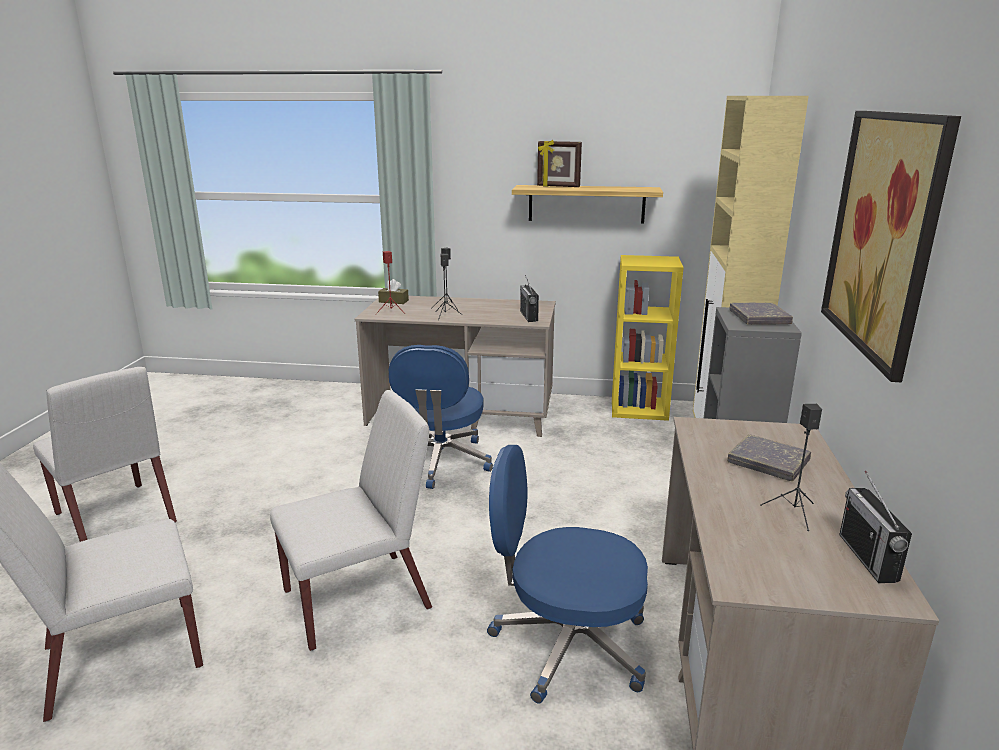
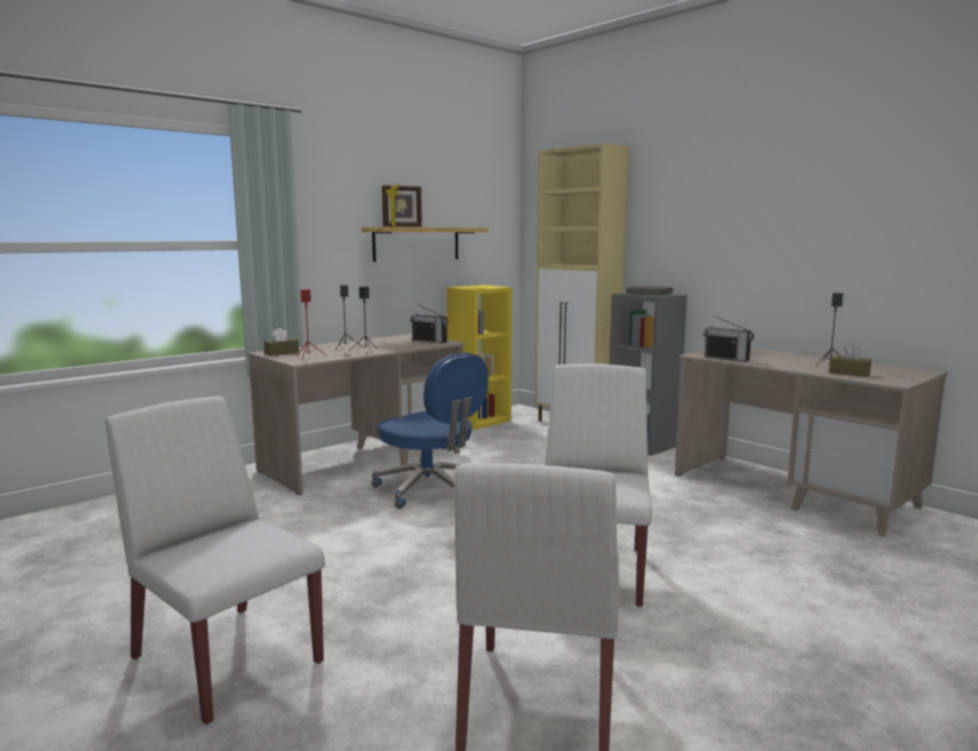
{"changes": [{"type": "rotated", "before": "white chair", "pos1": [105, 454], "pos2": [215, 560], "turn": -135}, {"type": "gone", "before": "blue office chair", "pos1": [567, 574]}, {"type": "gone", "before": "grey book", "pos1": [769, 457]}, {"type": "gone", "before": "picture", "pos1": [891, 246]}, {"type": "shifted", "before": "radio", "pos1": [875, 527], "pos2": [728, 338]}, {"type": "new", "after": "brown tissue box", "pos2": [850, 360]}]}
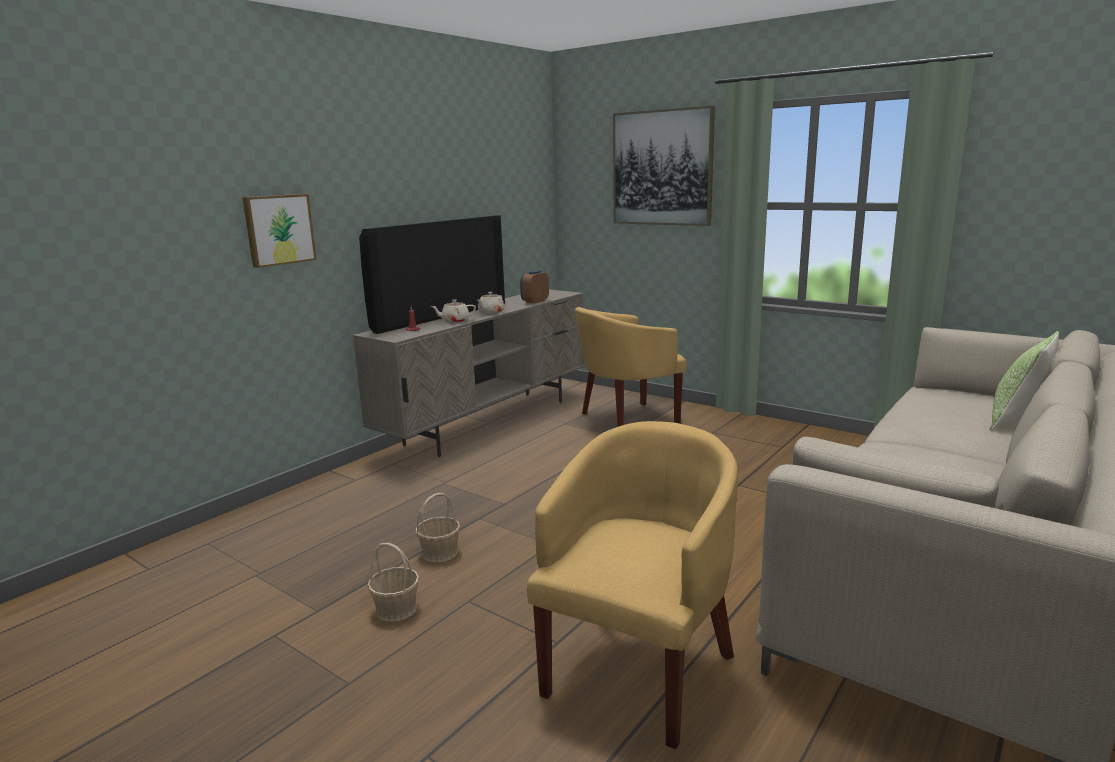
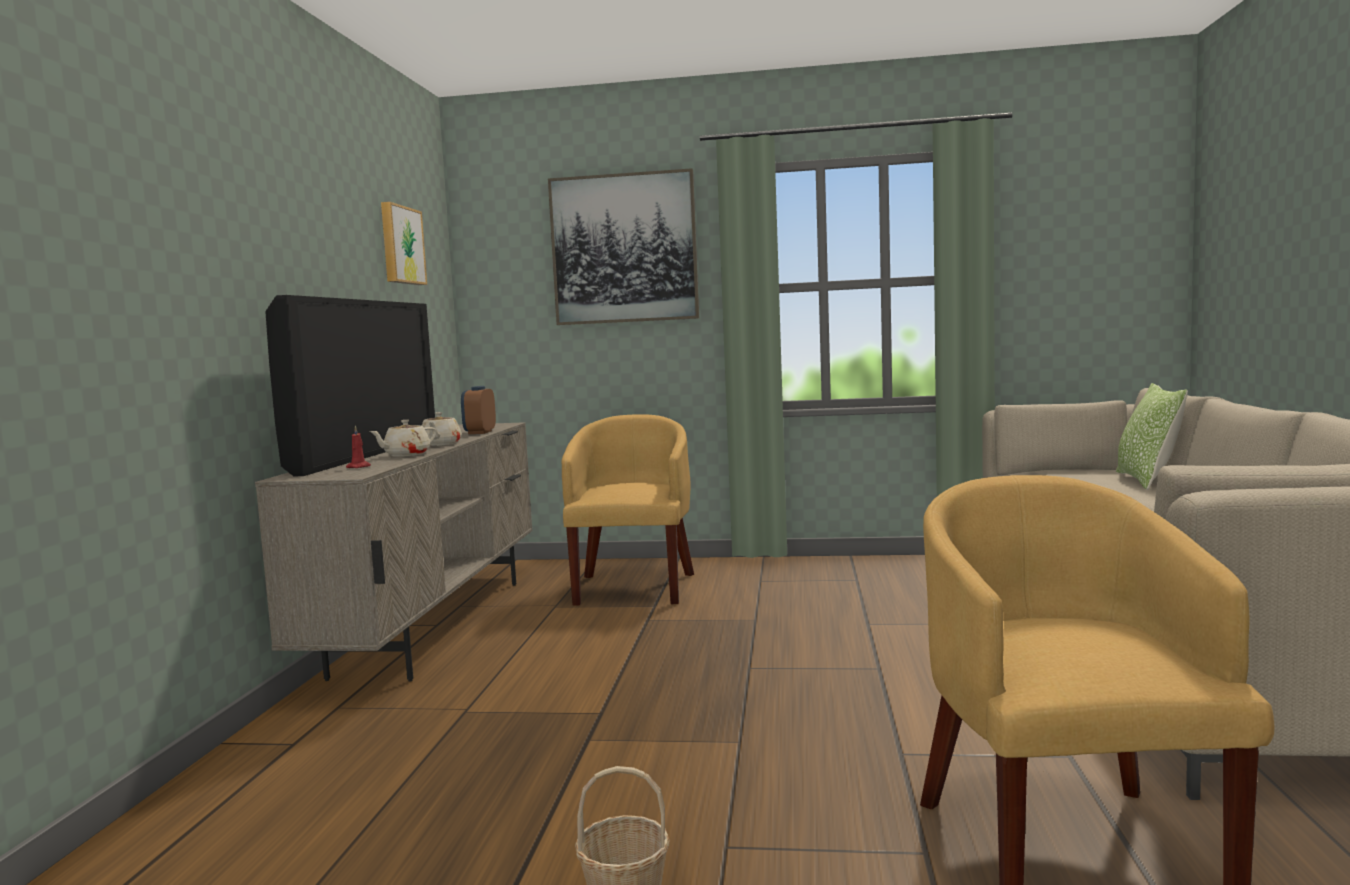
{"changes": [{"type": "shifted", "before": "picture", "pos1": [279, 231], "pos2": [404, 243]}, {"type": "gone", "before": "basket", "pos1": [438, 527]}, {"type": "rotated", "before": "yellow armchair", "pos1": [631, 367], "pos2": [628, 510], "turn": 150}]}
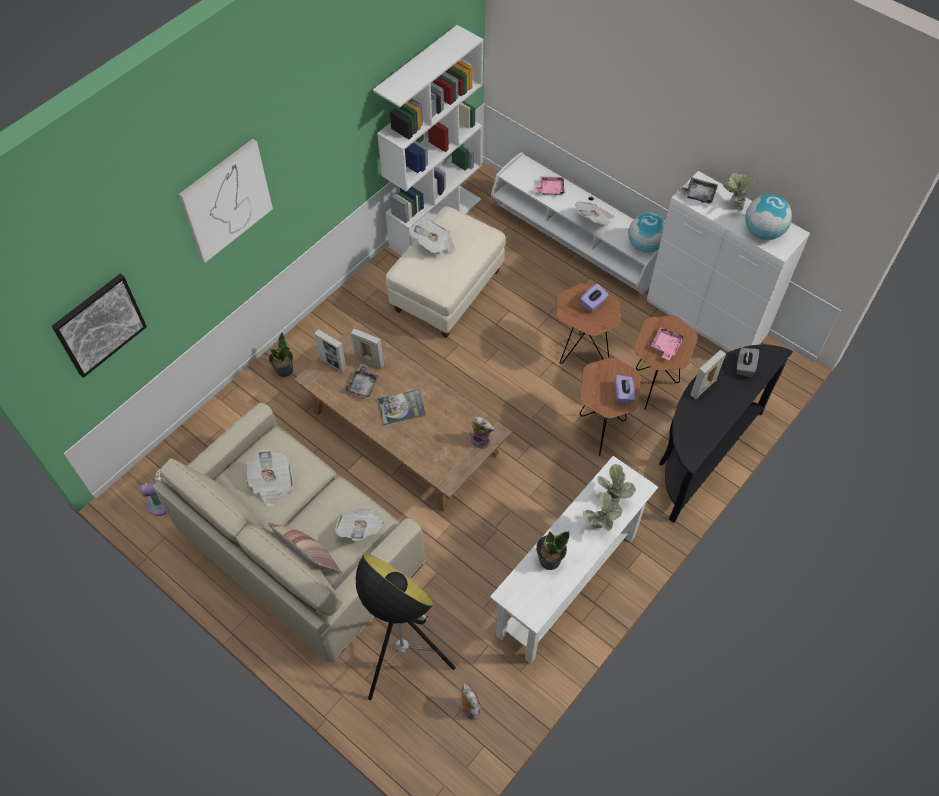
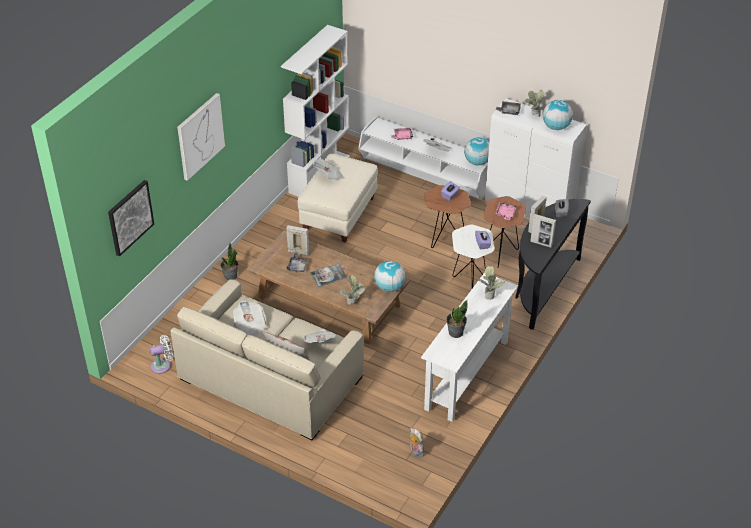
{"changes": [{"type": "shifted", "before": "picture frame", "pos1": [330, 351], "pos2": [543, 231]}, {"type": "gone", "before": "floor lamp", "pos1": [406, 627]}, {"type": "swapped", "before": "plush toy", "after": "globe", "pos1": [481, 432], "pos2": [389, 276]}, {"type": "repainted", "before": "brown side table", "after": "white side table", "pos1": [610, 407], "pos2": [473, 256]}, {"type": "shifted", "before": "potted plant", "pos1": [602, 512], "pos2": [352, 290]}]}
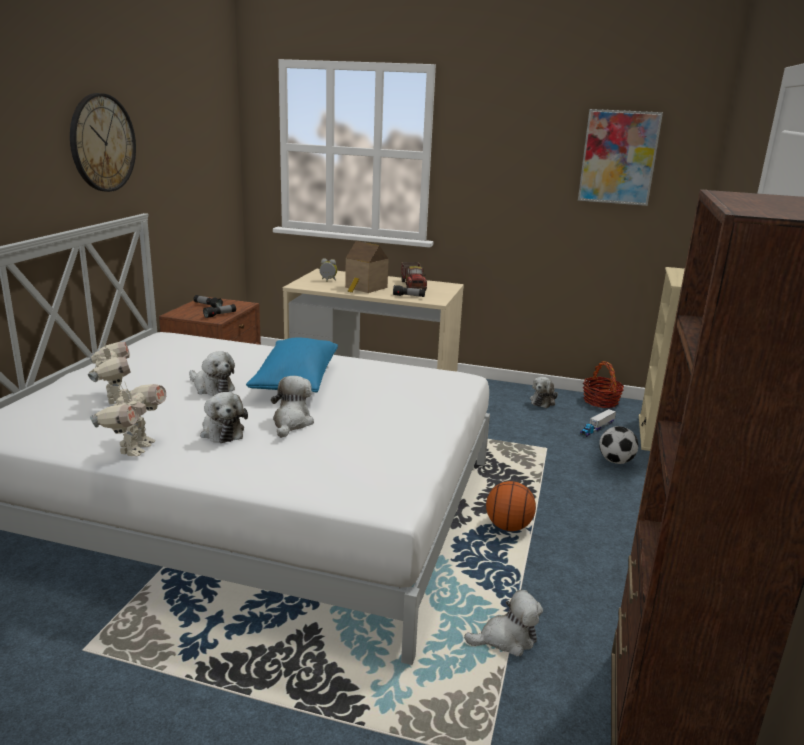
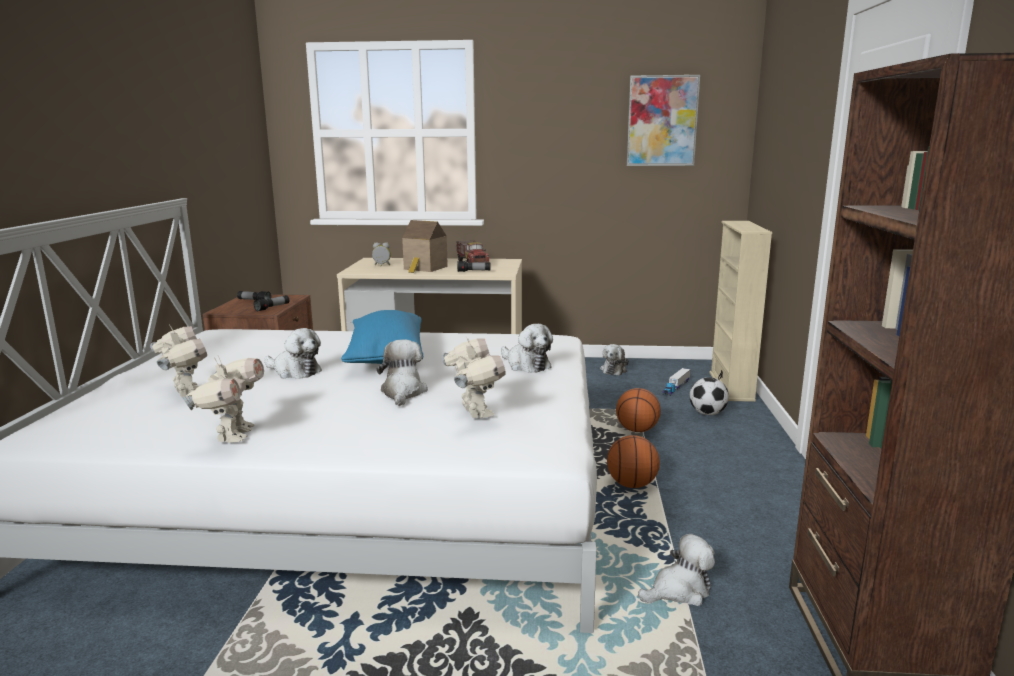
{"changes": [{"type": "gone", "before": "wall clock", "pos1": [103, 142]}, {"type": "shifted", "before": "plush toy", "pos1": [224, 417], "pos2": [527, 348]}, {"type": "gone", "before": "basket", "pos1": [603, 384]}, {"type": "new", "after": "toy robot", "pos2": [474, 377]}, {"type": "new", "after": "basketball", "pos2": [638, 410]}]}
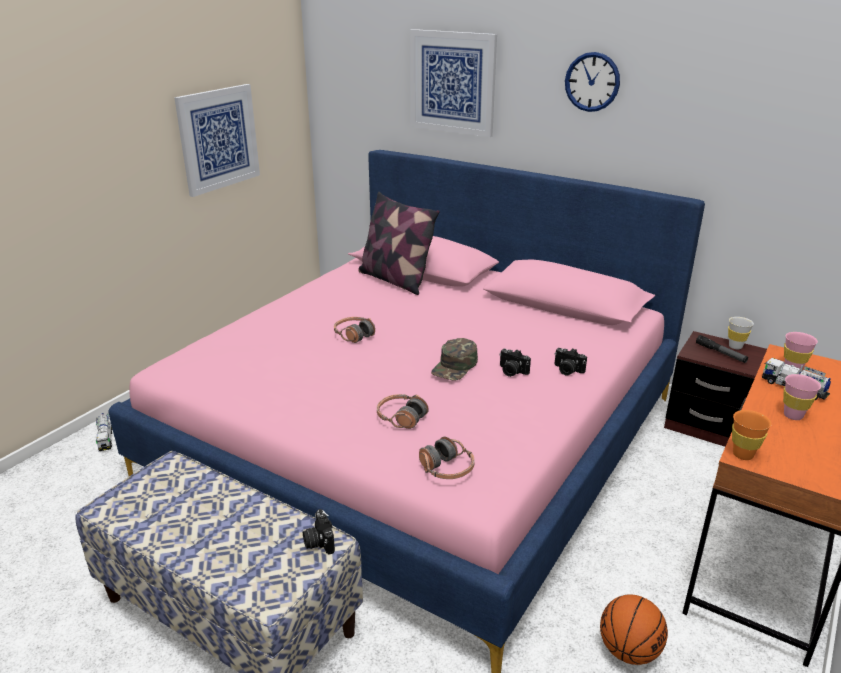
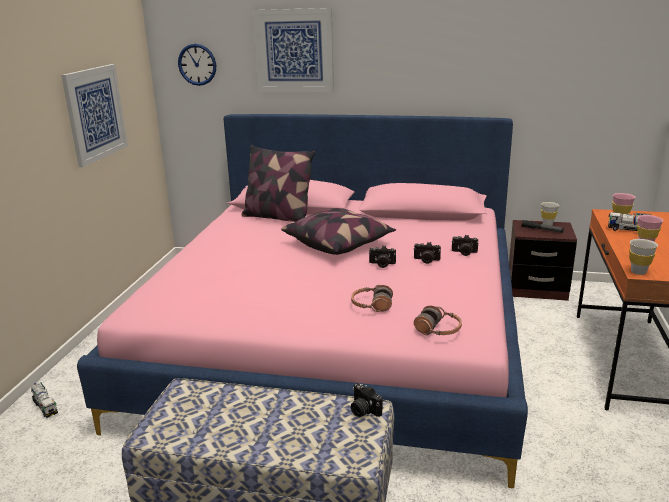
{"changes": [{"type": "gone", "before": "headphones", "pos1": [354, 330]}, {"type": "swapped", "before": "green cap", "after": "photo camera", "pos1": [454, 359], "pos2": [382, 257]}, {"type": "shifted", "before": "wall clock", "pos1": [592, 82], "pos2": [197, 65]}, {"type": "gone", "before": "basketball", "pos1": [634, 630]}, {"type": "repainted", "before": "orange cup", "after": "white cup", "pos1": [752, 435], "pos2": [643, 257]}, {"type": "new", "after": "pillow", "pos2": [338, 231]}]}
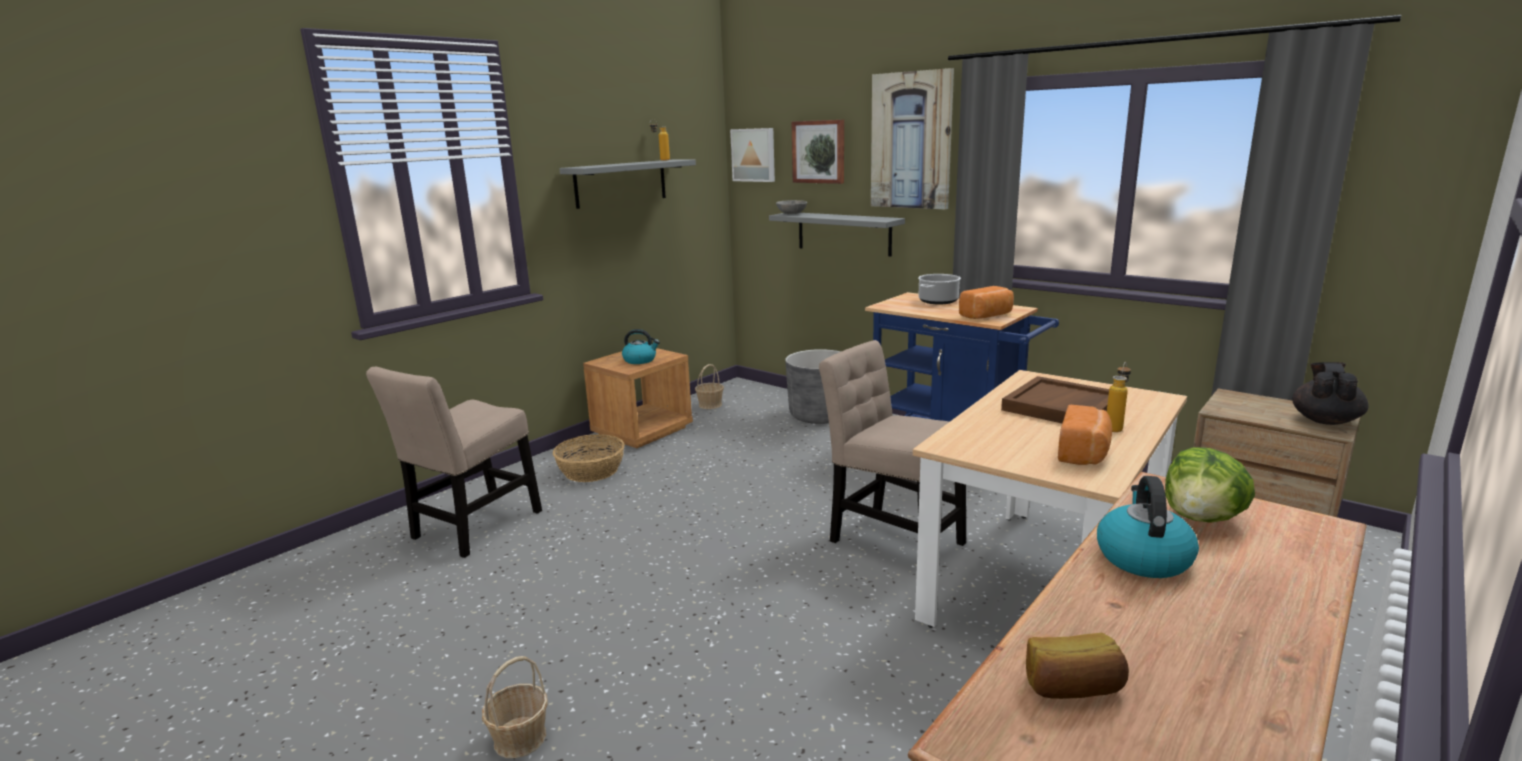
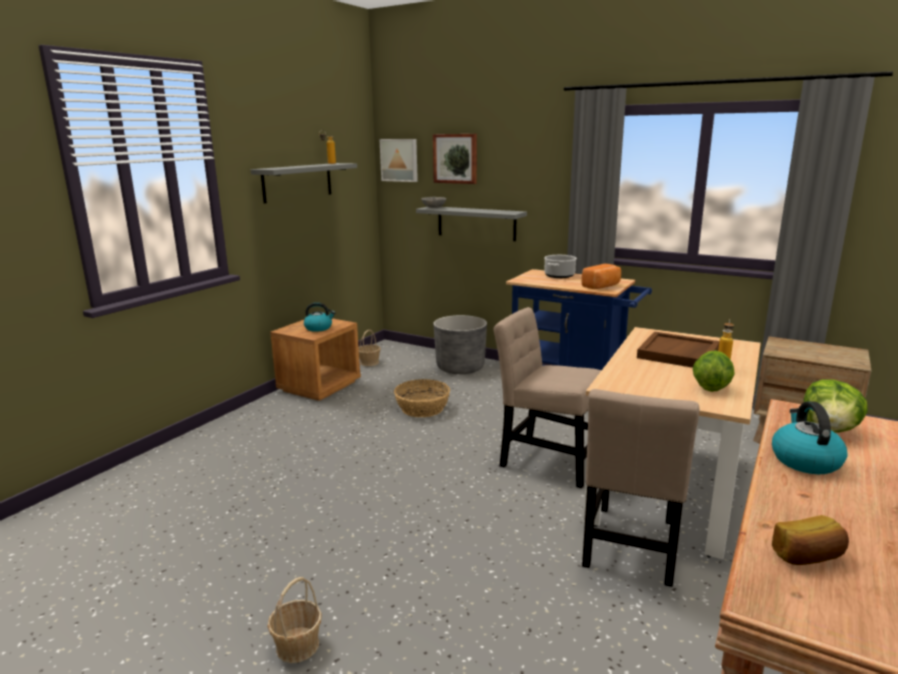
{"changes": [{"type": "shifted", "before": "beige chair", "pos1": [454, 462], "pos2": [641, 488]}, {"type": "shifted", "before": "basket", "pos1": [589, 458], "pos2": [422, 398]}, {"type": "gone", "before": "picture", "pos1": [912, 138]}, {"type": "swapped", "before": "bread", "after": "lettuce", "pos1": [1085, 435], "pos2": [714, 371]}, {"type": "gone", "before": "black teapot", "pos1": [1330, 393]}]}
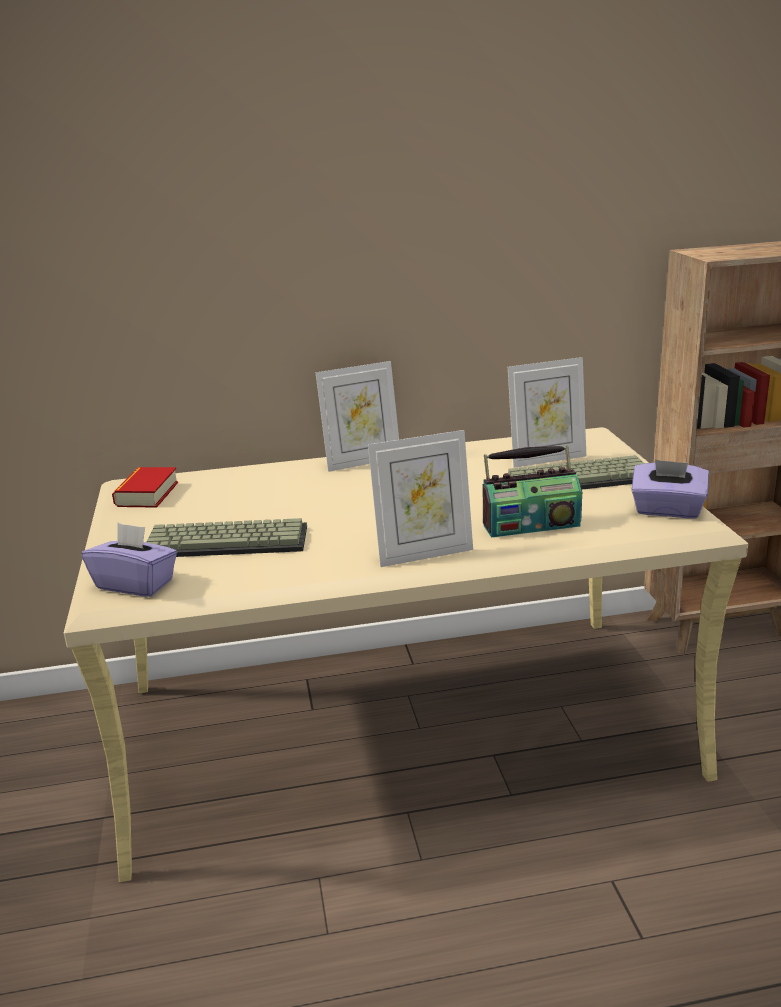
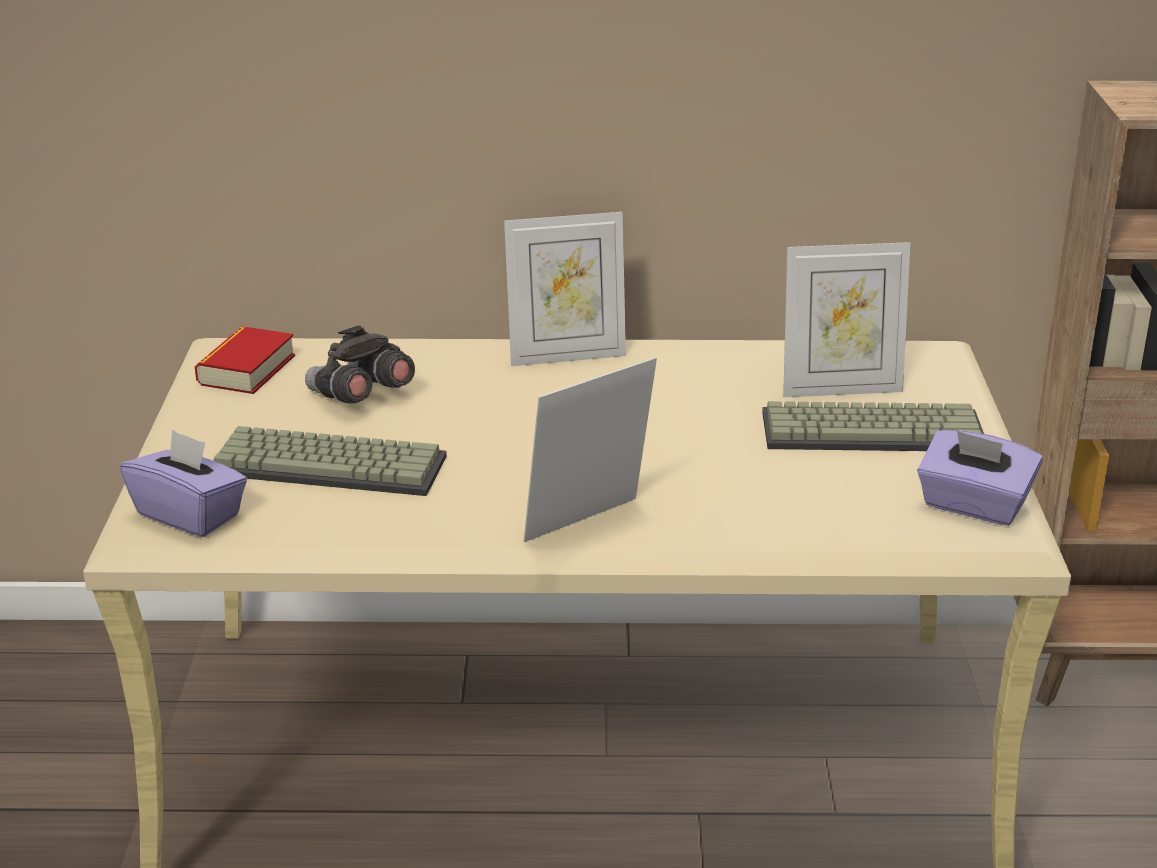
{"changes": [{"type": "rotated", "before": "picture frame", "pos1": [420, 498], "pos2": [590, 449], "turn": 150}, {"type": "gone", "before": "radio", "pos1": [532, 491]}, {"type": "new", "after": "grey binoculars", "pos2": [360, 364]}]}
